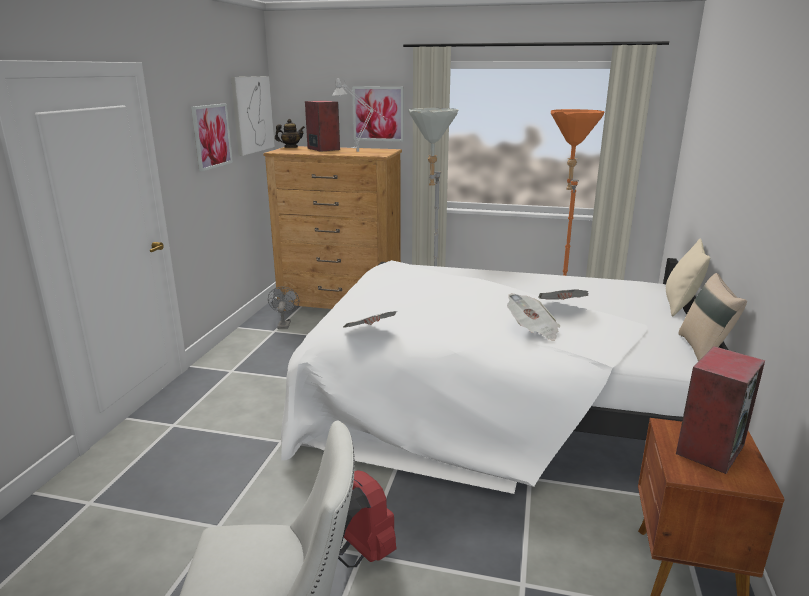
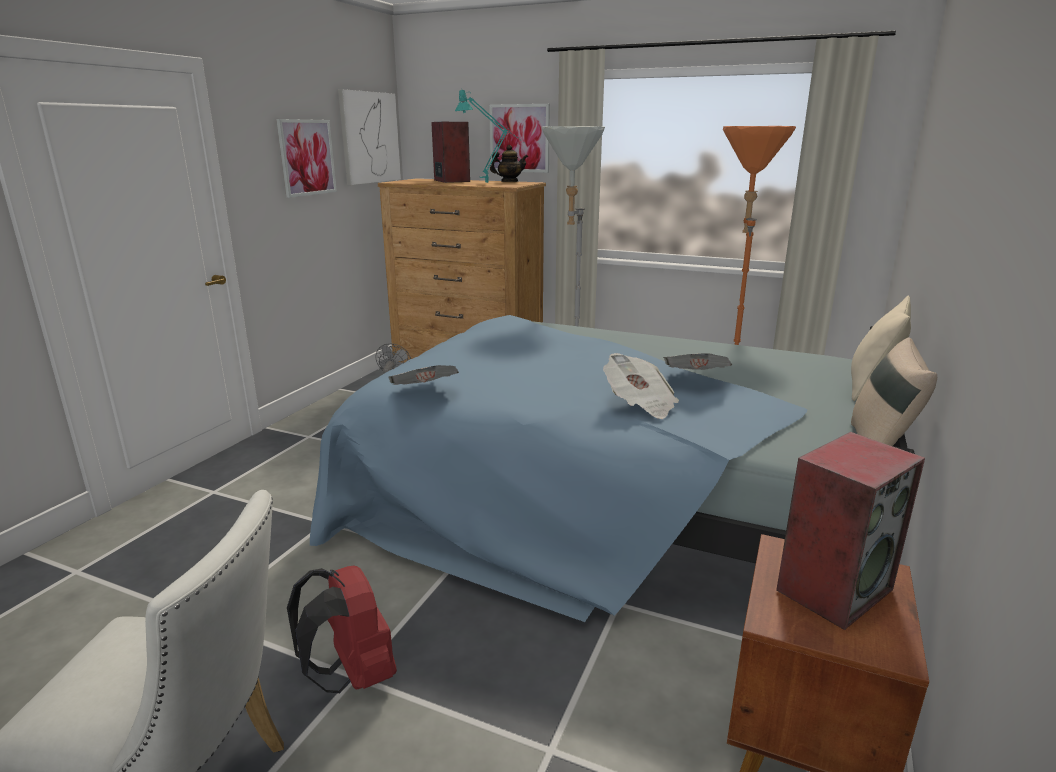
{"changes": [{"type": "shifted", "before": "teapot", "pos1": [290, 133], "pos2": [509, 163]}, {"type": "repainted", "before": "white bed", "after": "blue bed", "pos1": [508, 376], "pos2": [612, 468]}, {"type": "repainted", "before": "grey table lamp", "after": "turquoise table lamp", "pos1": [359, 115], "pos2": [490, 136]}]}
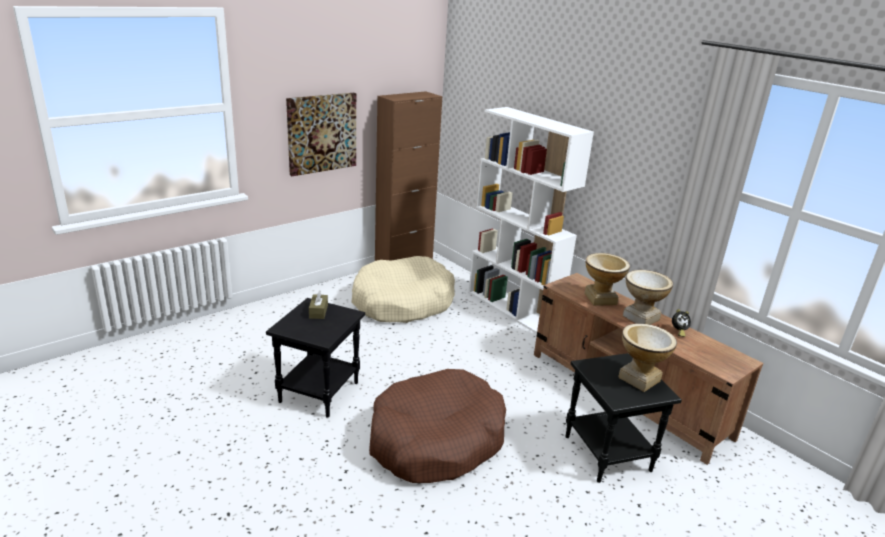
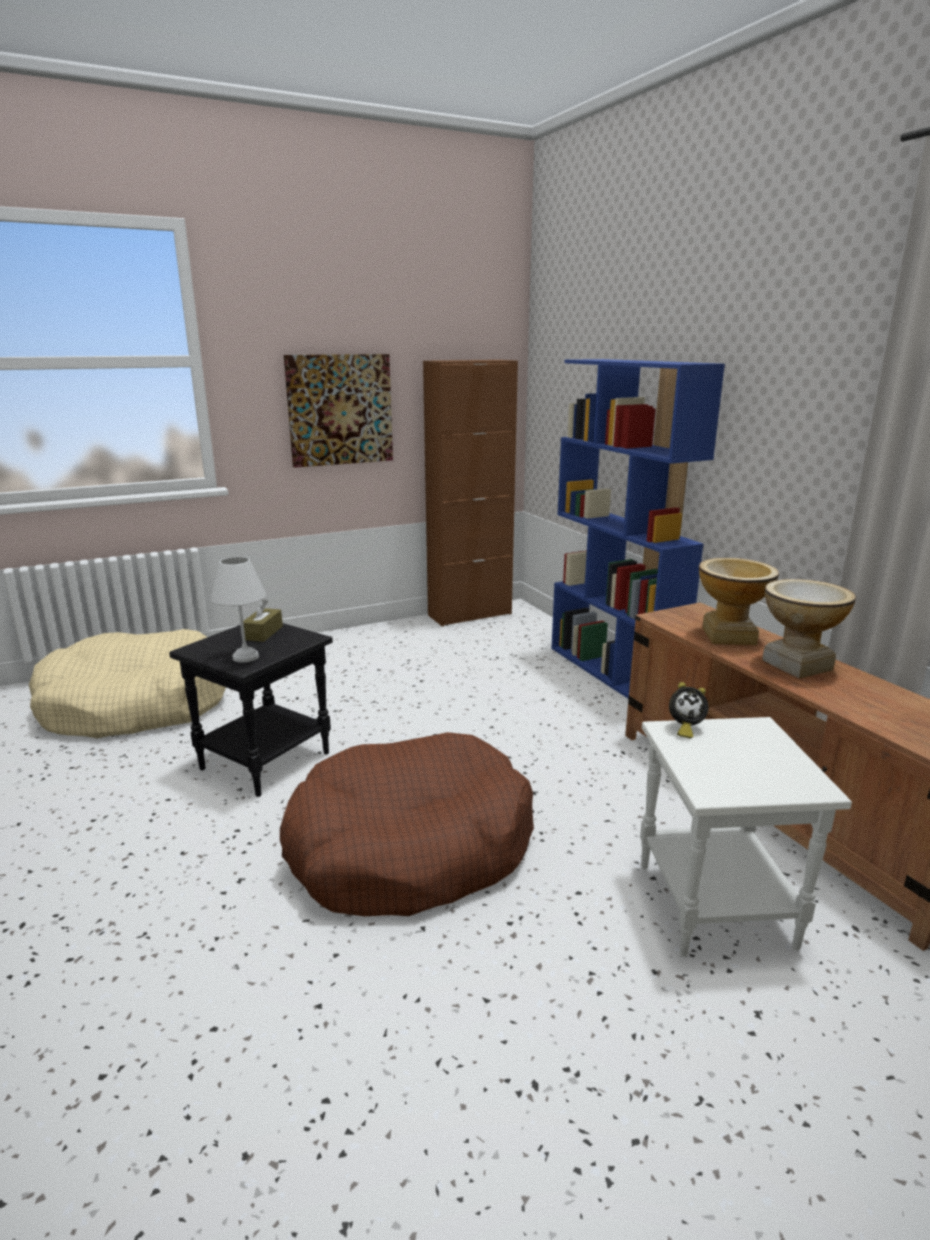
{"changes": [{"type": "shifted", "before": "beige dog bed", "pos1": [403, 289], "pos2": [127, 683]}, {"type": "repainted", "before": "white bookcase", "after": "blue bookcase", "pos1": [531, 220], "pos2": [638, 529]}, {"type": "repainted", "before": "black side table", "after": "white side table", "pos1": [624, 418], "pos2": [746, 837]}, {"type": "gone", "before": "vase", "pos1": [647, 357]}, {"type": "shifted", "before": "alarm clock", "pos1": [681, 323], "pos2": [689, 710]}, {"type": "new", "after": "white table lamp", "pos2": [238, 610]}]}
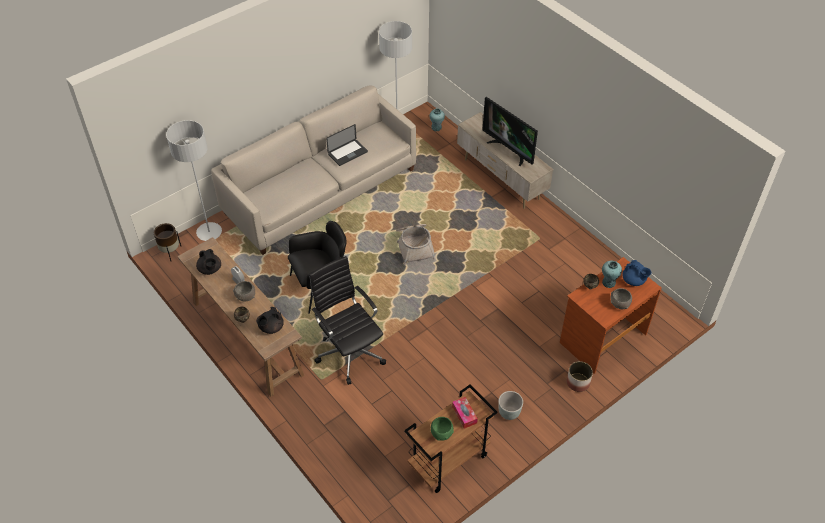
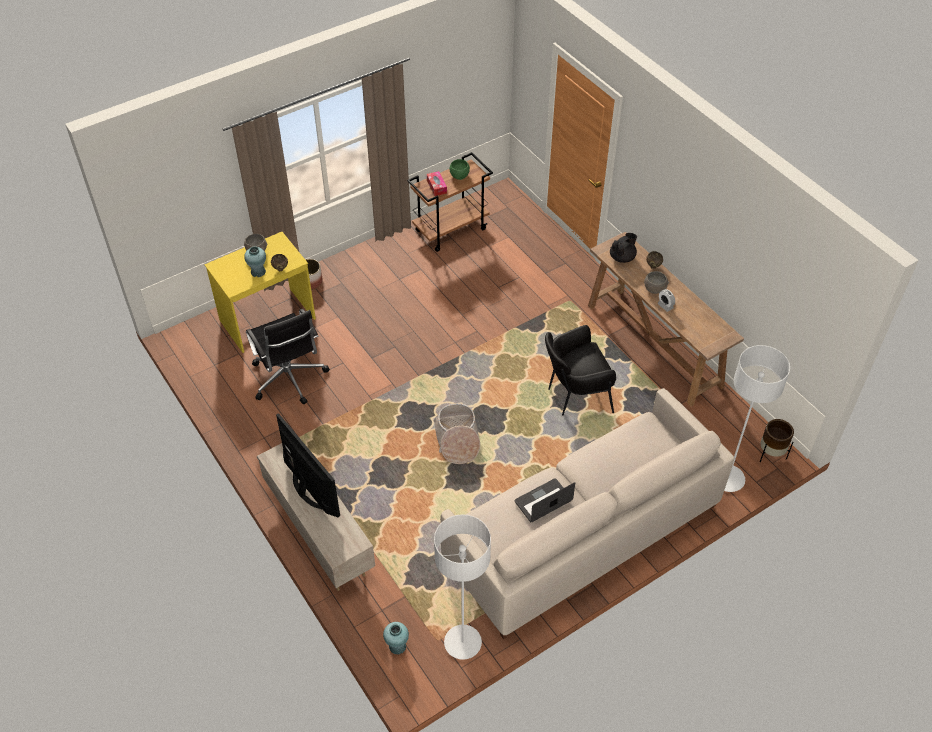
{"changes": [{"type": "gone", "before": "black teapot", "pos1": [208, 262]}, {"type": "shifted", "before": "black office chair", "pos1": [347, 320], "pos2": [288, 356]}, {"type": "gone", "before": "grey planter", "pos1": [511, 405]}, {"type": "repainted", "before": "brown desk", "after": "yellow desk", "pos1": [610, 315], "pos2": [260, 292]}, {"type": "gone", "before": "blue teapot", "pos1": [636, 273]}]}
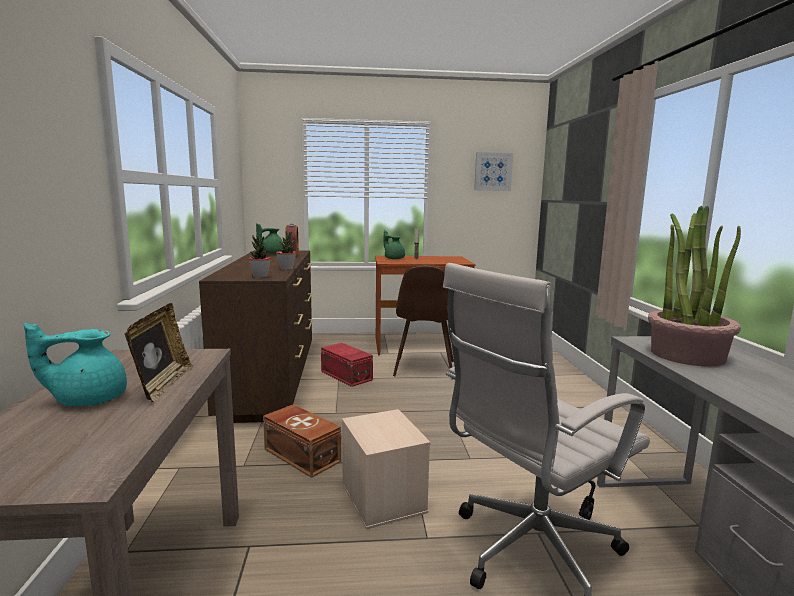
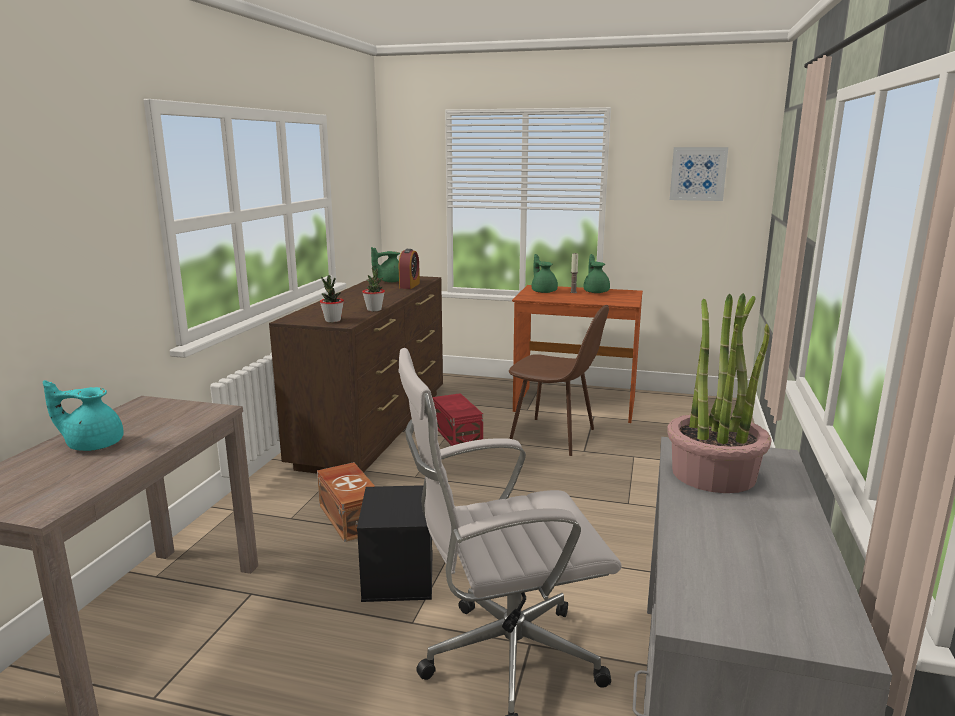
{"changes": [{"type": "gone", "before": "picture frame", "pos1": [159, 352]}, {"type": "repainted", "before": "beige storage box", "after": "black storage box", "pos1": [386, 469], "pos2": [395, 543]}, {"type": "rotated", "before": "brown chair", "pos1": [423, 322], "pos2": [559, 380], "turn": -90}, {"type": "new", "after": "green teapot", "pos2": [597, 273]}]}
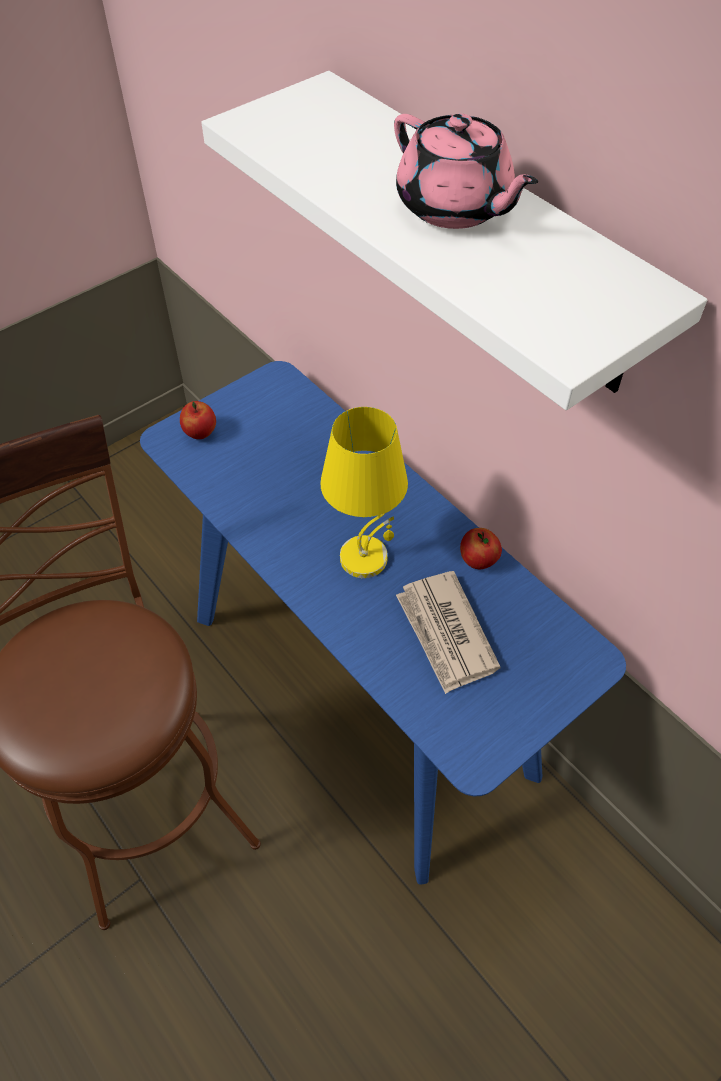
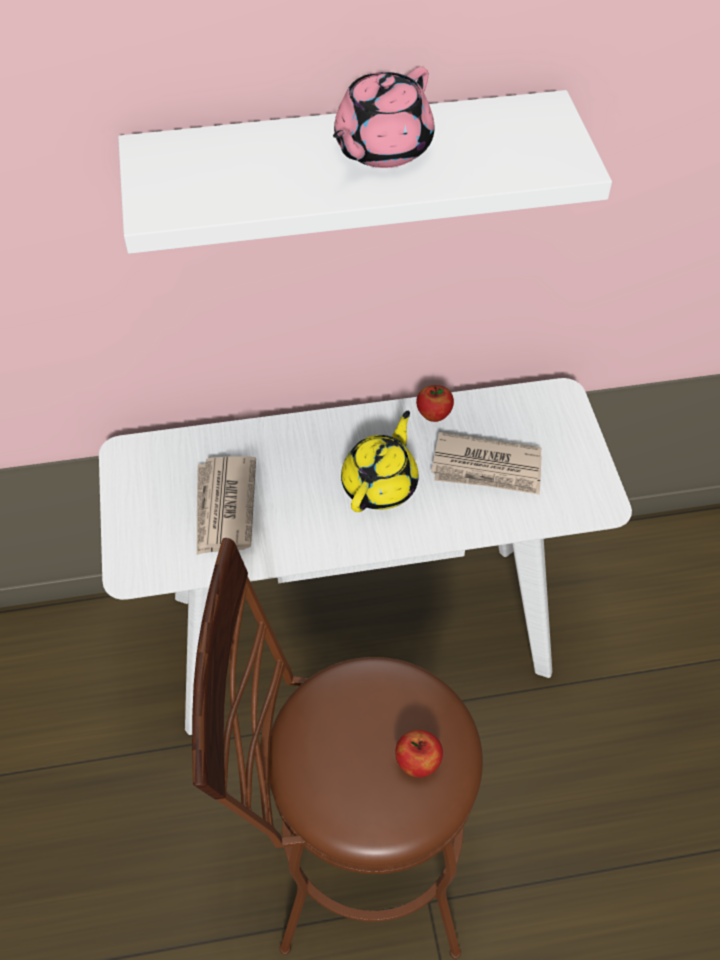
{"changes": [{"type": "repainted", "before": "blue console table", "after": "white console table", "pos1": [383, 623], "pos2": [365, 556]}, {"type": "shifted", "before": "apple", "pos1": [198, 420], "pos2": [419, 753]}, {"type": "swapped", "before": "yellow table lamp", "after": "yellow teapot", "pos1": [364, 492], "pos2": [380, 461]}, {"type": "rotated", "before": "pink teapot", "pos1": [466, 171], "pos2": [384, 117], "turn": 135}, {"type": "new", "after": "newspaper", "pos2": [226, 505]}]}
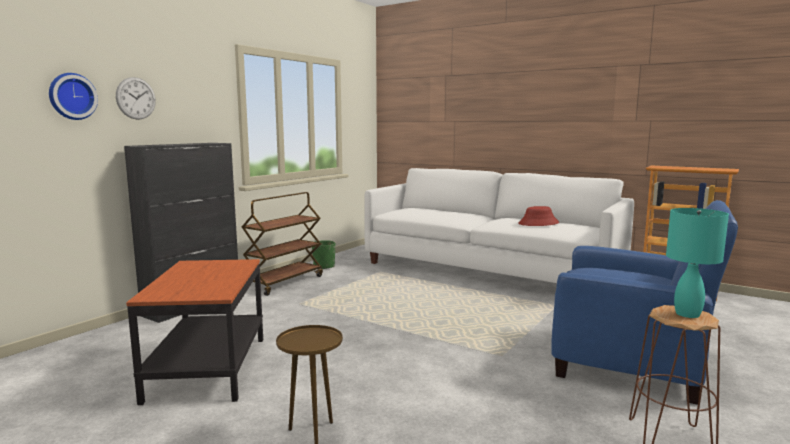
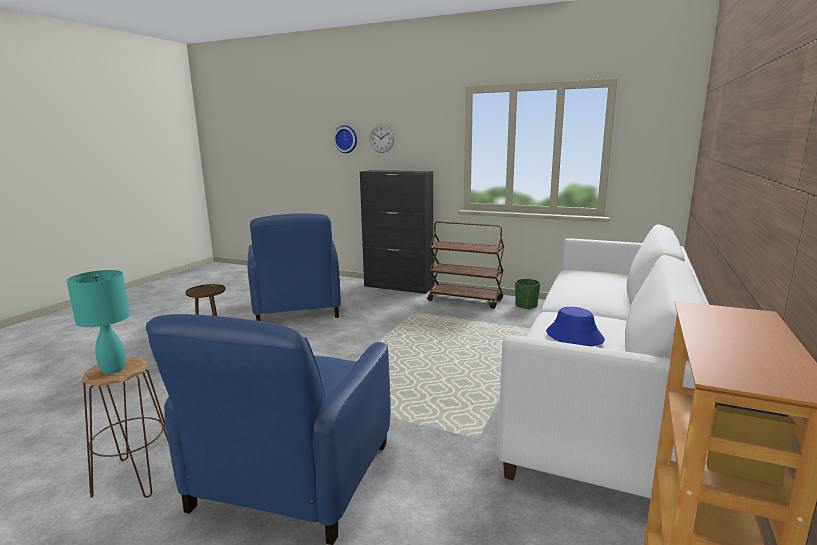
{"changes": [{"type": "swapped", "before": "side table", "after": "blue armchair", "pos1": [194, 332], "pos2": [294, 267]}, {"type": "repainted", "before": "red hat", "after": "blue hat", "pos1": [538, 216], "pos2": [575, 326]}]}
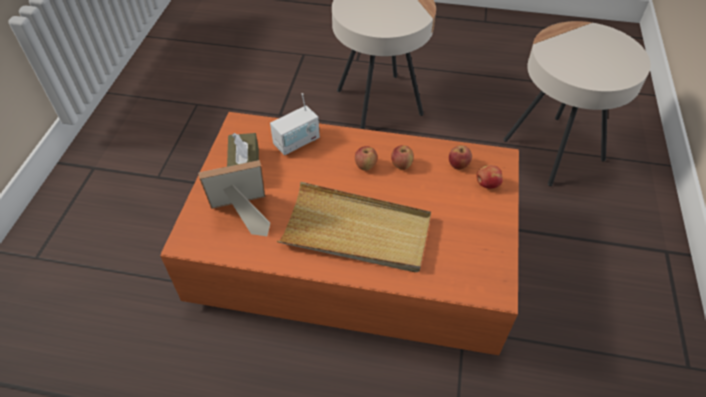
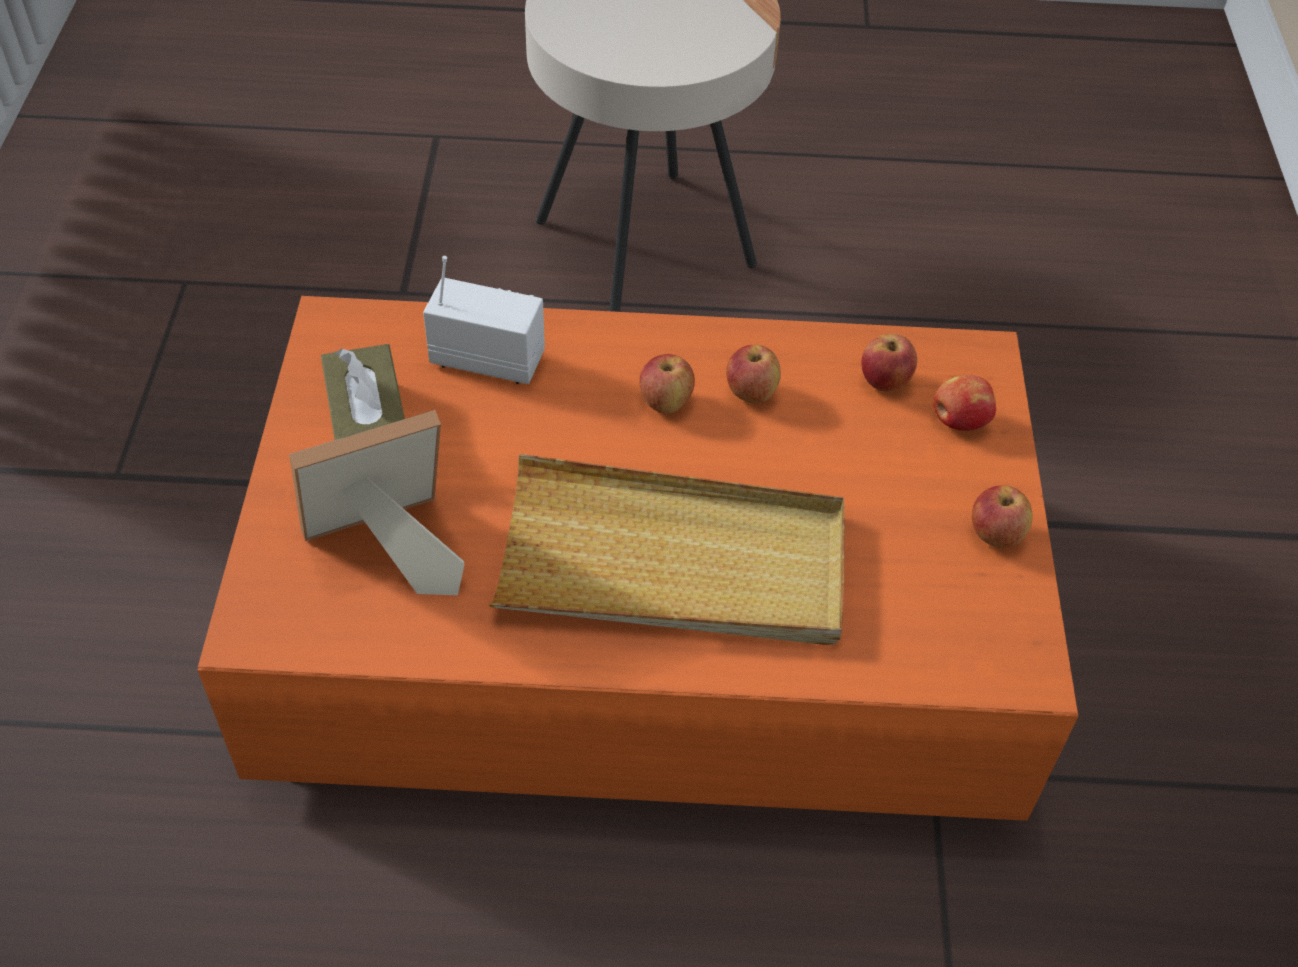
{"changes": [{"type": "rotated", "before": "radio", "pos1": [295, 124], "pos2": [484, 320], "turn": -120}, {"type": "gone", "before": "beige side table", "pos1": [577, 103]}, {"type": "new", "after": "apple", "pos2": [1002, 516]}]}
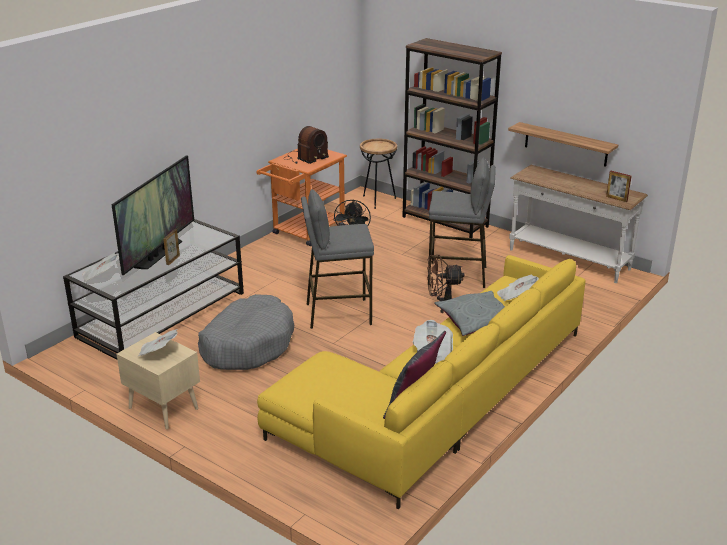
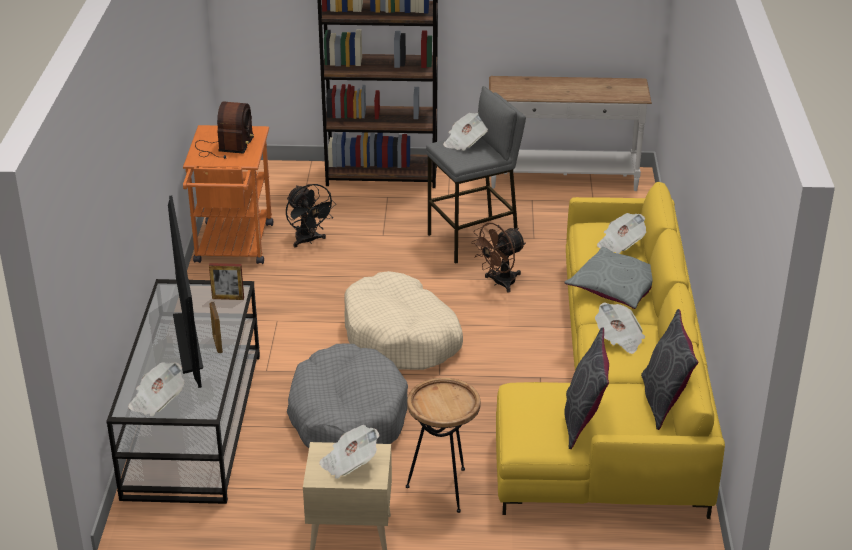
{"changes": [{"type": "swapped", "before": "grey stool", "after": "beige dog bed", "pos1": [337, 259], "pos2": [403, 320]}, {"type": "shifted", "before": "brown side table", "pos1": [378, 174], "pos2": [443, 445]}, {"type": "gone", "before": "shelf", "pos1": [563, 144]}, {"type": "shifted", "before": "picture frame", "pos1": [618, 186], "pos2": [226, 281]}, {"type": "new", "after": "newspaper", "pos2": [465, 132]}, {"type": "new", "after": "grey pillow", "pos2": [586, 388]}]}
